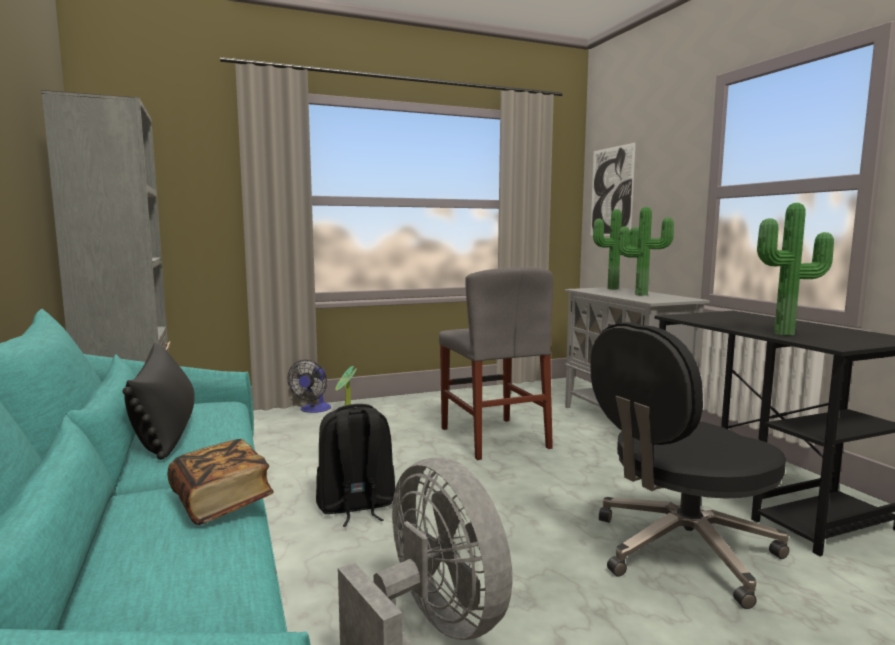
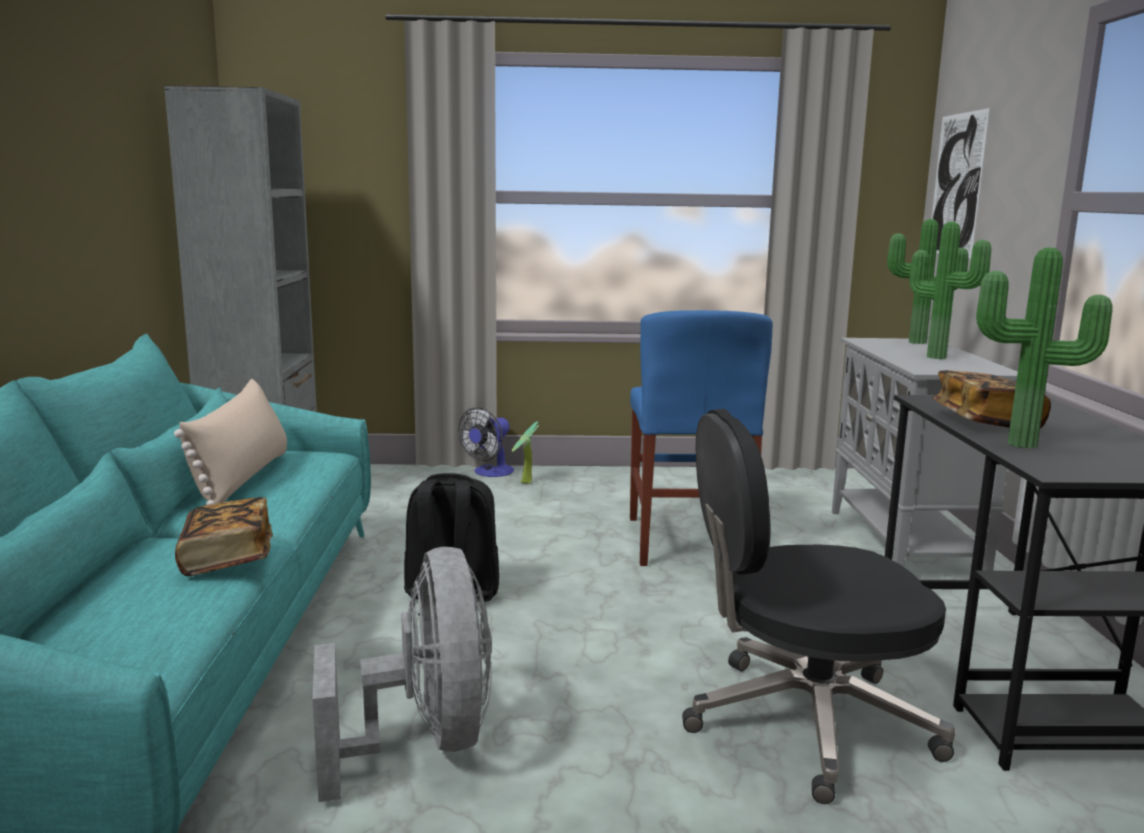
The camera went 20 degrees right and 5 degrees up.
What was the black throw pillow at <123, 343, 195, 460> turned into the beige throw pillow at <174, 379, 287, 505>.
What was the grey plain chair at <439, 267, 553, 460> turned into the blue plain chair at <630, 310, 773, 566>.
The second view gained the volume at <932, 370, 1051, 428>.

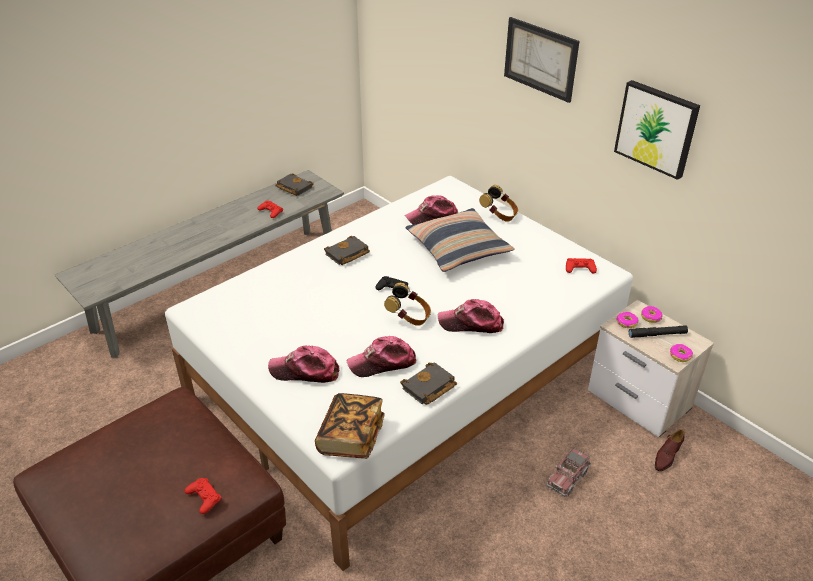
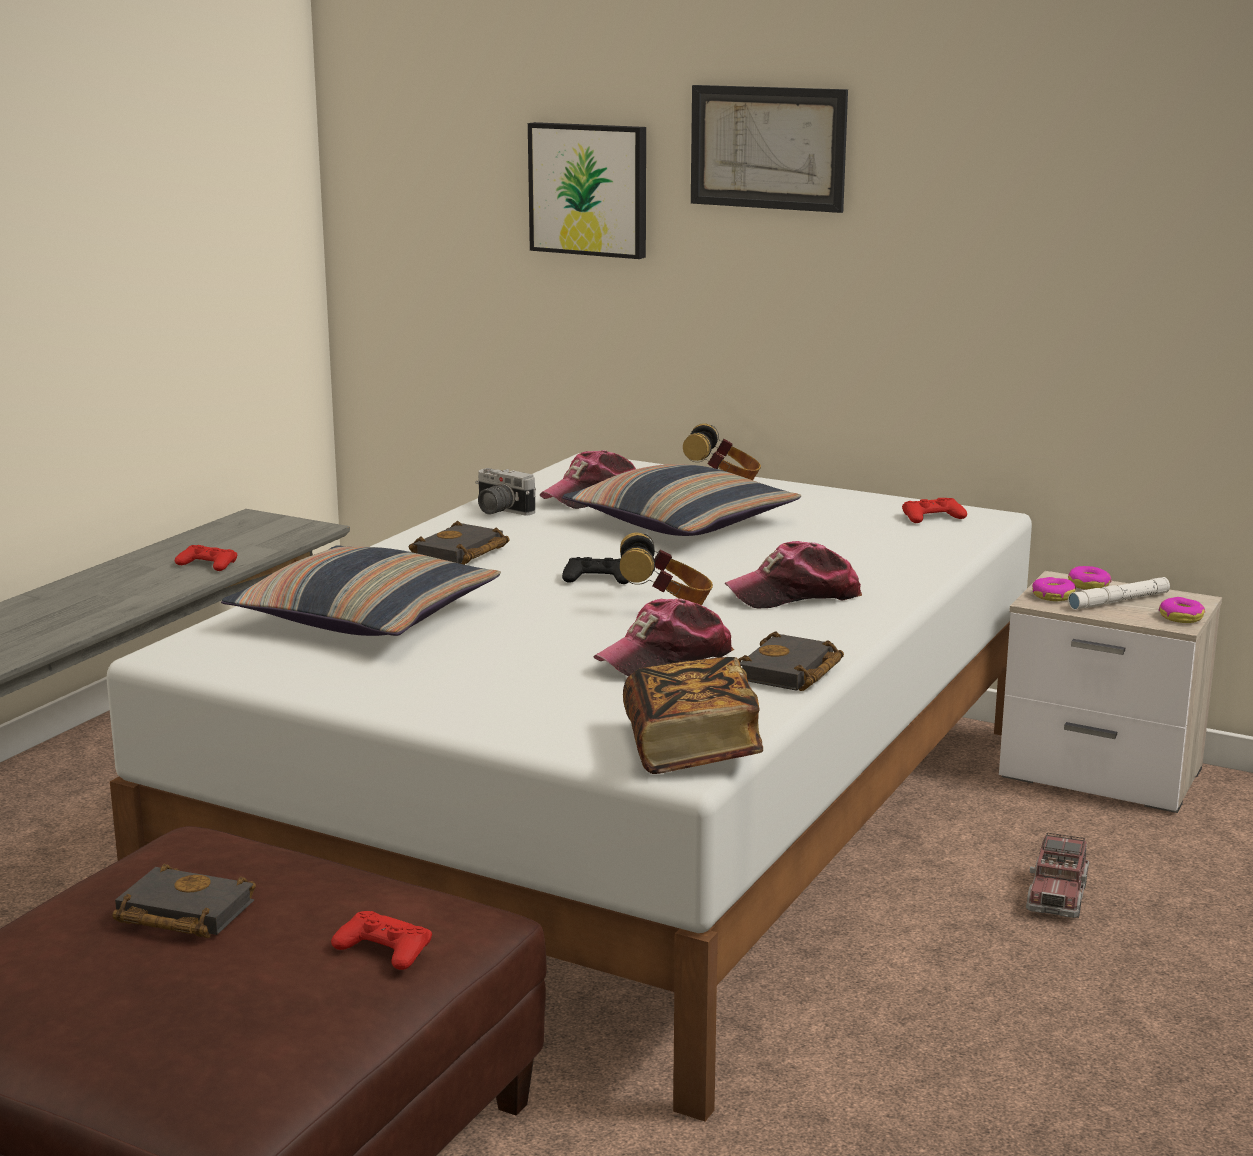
The camera went 20 degrees left and 20 degrees down.
The black volume ended up elsewhere, having gone from <275, 173, 314, 196> to <112, 864, 256, 938>.
The second view gained the throw pillow at <221, 545, 501, 636>.
The second view gained the photo camera at <475, 468, 536, 516>.
The picture ended up elsewhere, having gone from <614, 80, 700, 180> to <528, 122, 646, 259>.
What was the black hand torch at <629, 325, 688, 338> turned into the white hand torch at <1068, 577, 1170, 610>.
The second view lost the baseball cap at <268, 346, 339, 383>.
The second view lost the brown low shoe at <655, 429, 684, 471>.

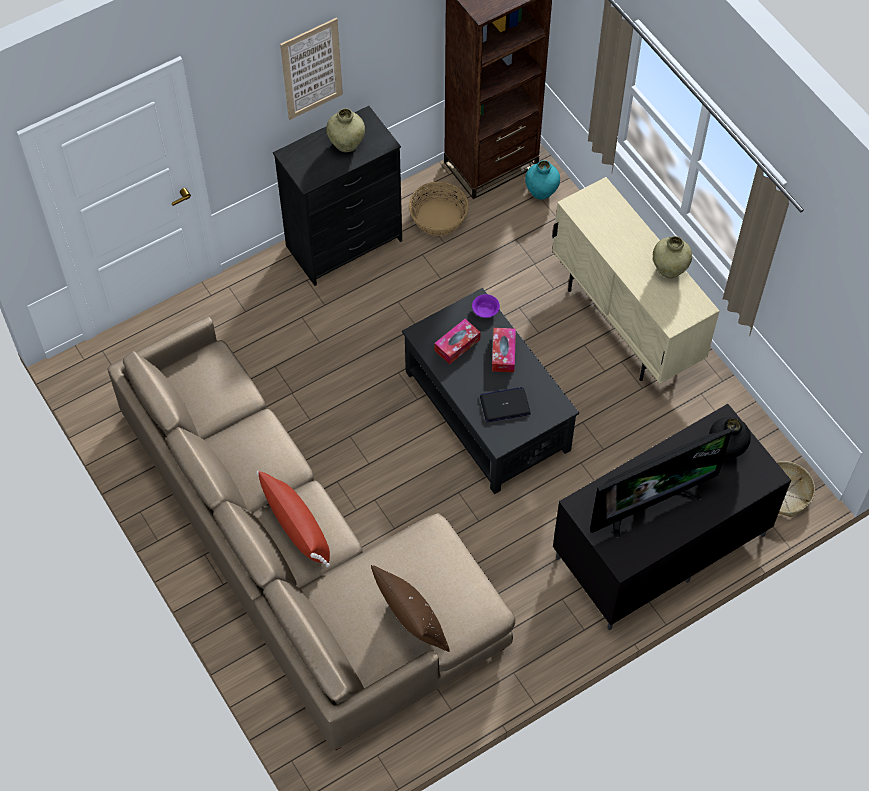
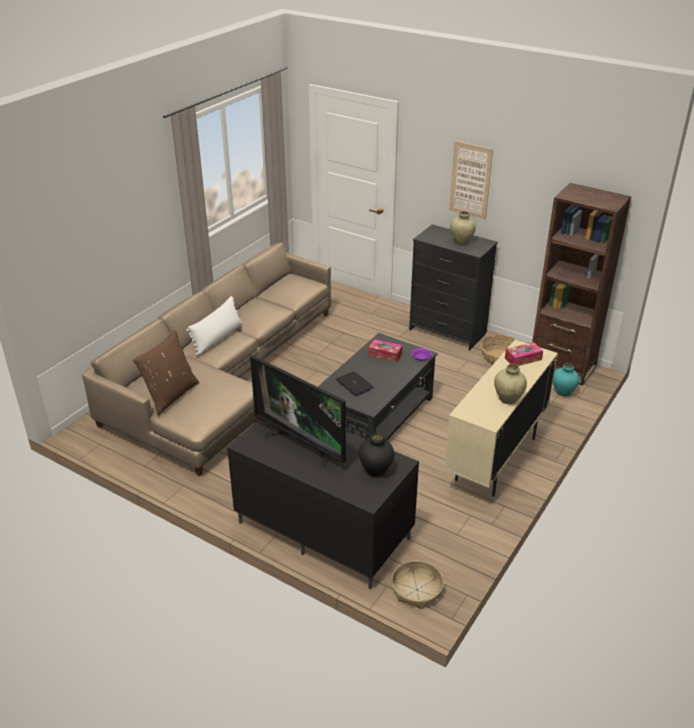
The camera went 65 degrees right and 25 degrees down.
What was the reddish throw pillow at <256, 471, 330, 567> turned into the white throw pillow at <186, 296, 242, 355>.
The tissue box ended up elsewhere, having gone from <492, 328, 516, 372> to <505, 342, 543, 366>.

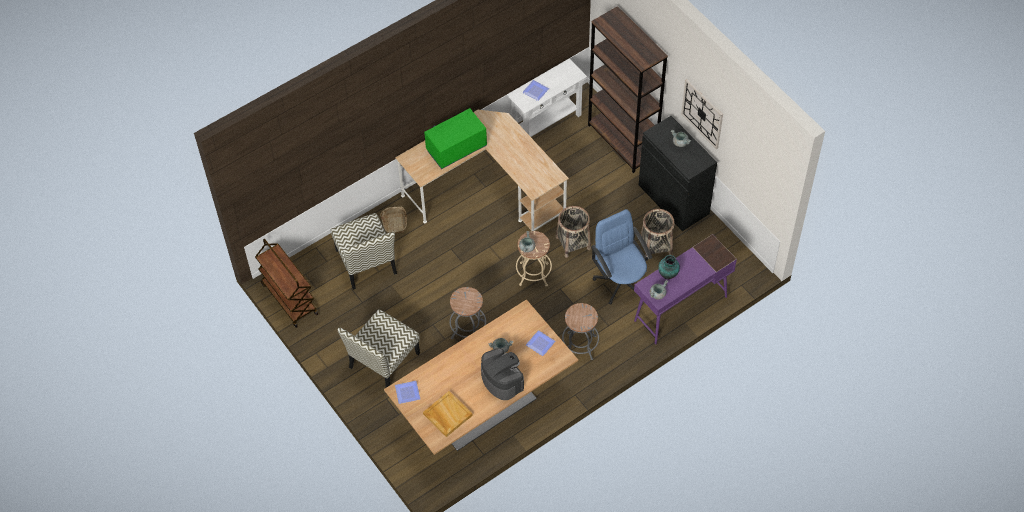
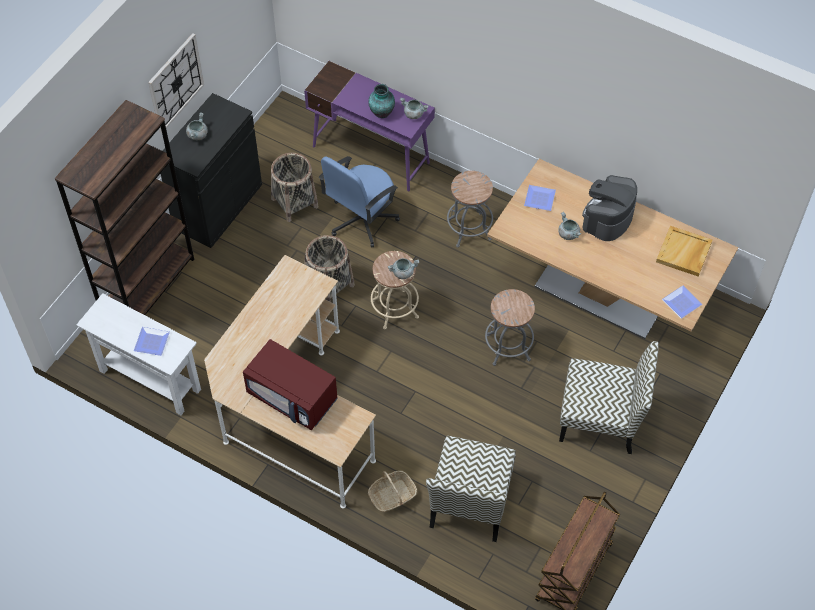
The camera went 115 degrees left and 0 degrees up.
What was the green microwave oven at <424, 108, 487, 169> turned into the reddish microwave oven at <243, 339, 338, 430>.
The plain chair at <331, 213, 397, 290> ended up facing another way, 150 degrees clockwise from before.

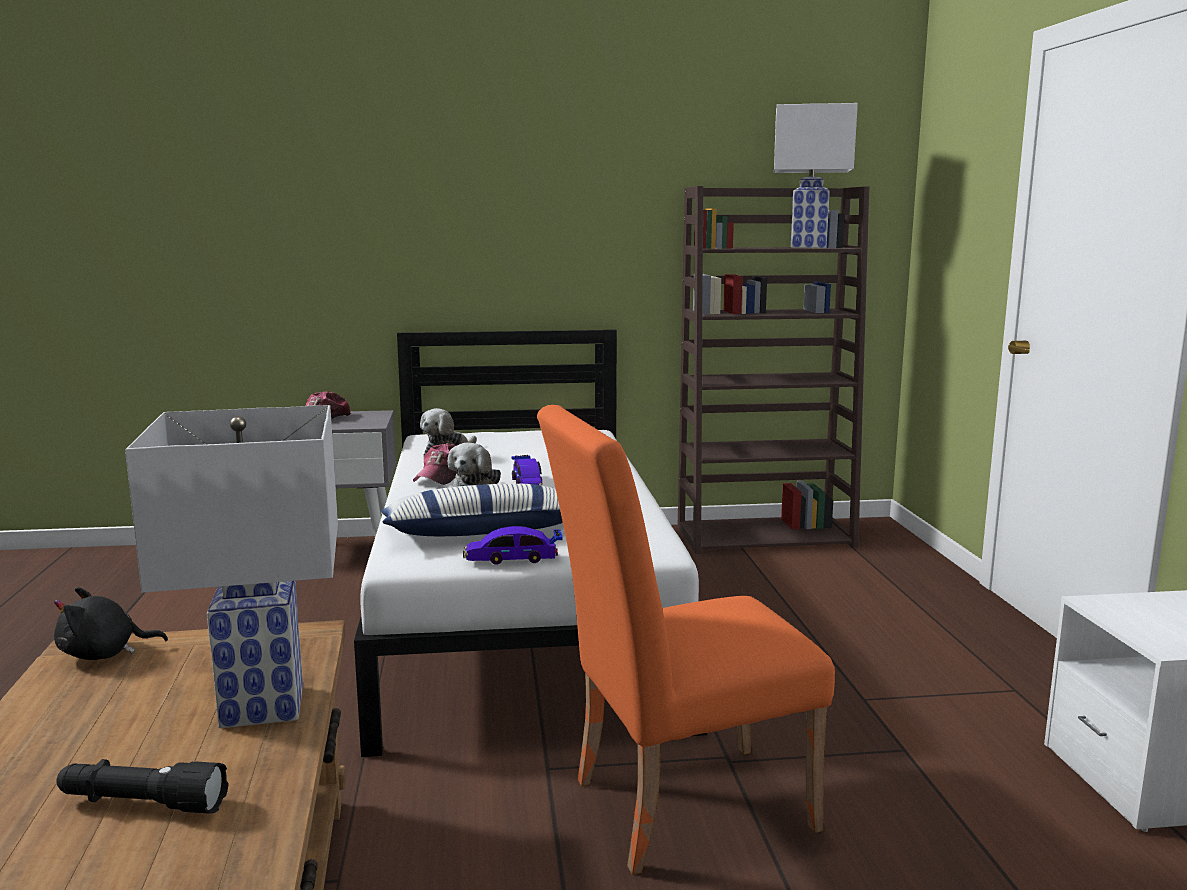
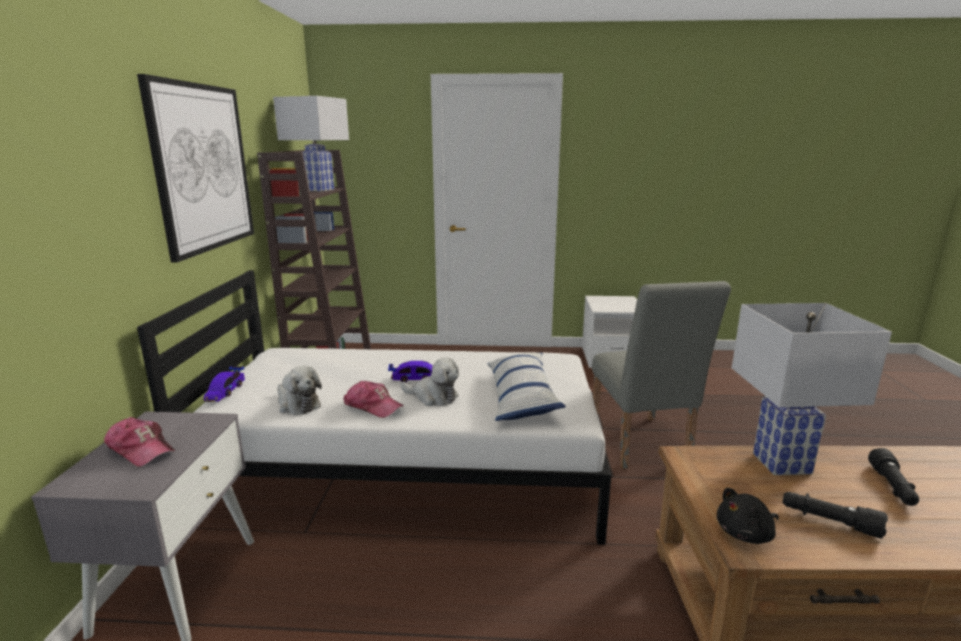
The camera went 80 degrees left and 5 degrees up.
The second view gained the picture at <137, 74, 254, 262>.
The model car ended up elsewhere, having gone from <463, 526, 563, 565> to <204, 366, 245, 402>.
What was the orangey plain chair at <537, 405, 835, 875> turned into the grey plain chair at <592, 281, 731, 469>.
The black plush toy at <54, 587, 168, 660> ended up facing another way, 75 degrees clockwise from before.
The second view gained the black hand torch at <782, 492, 888, 539>.

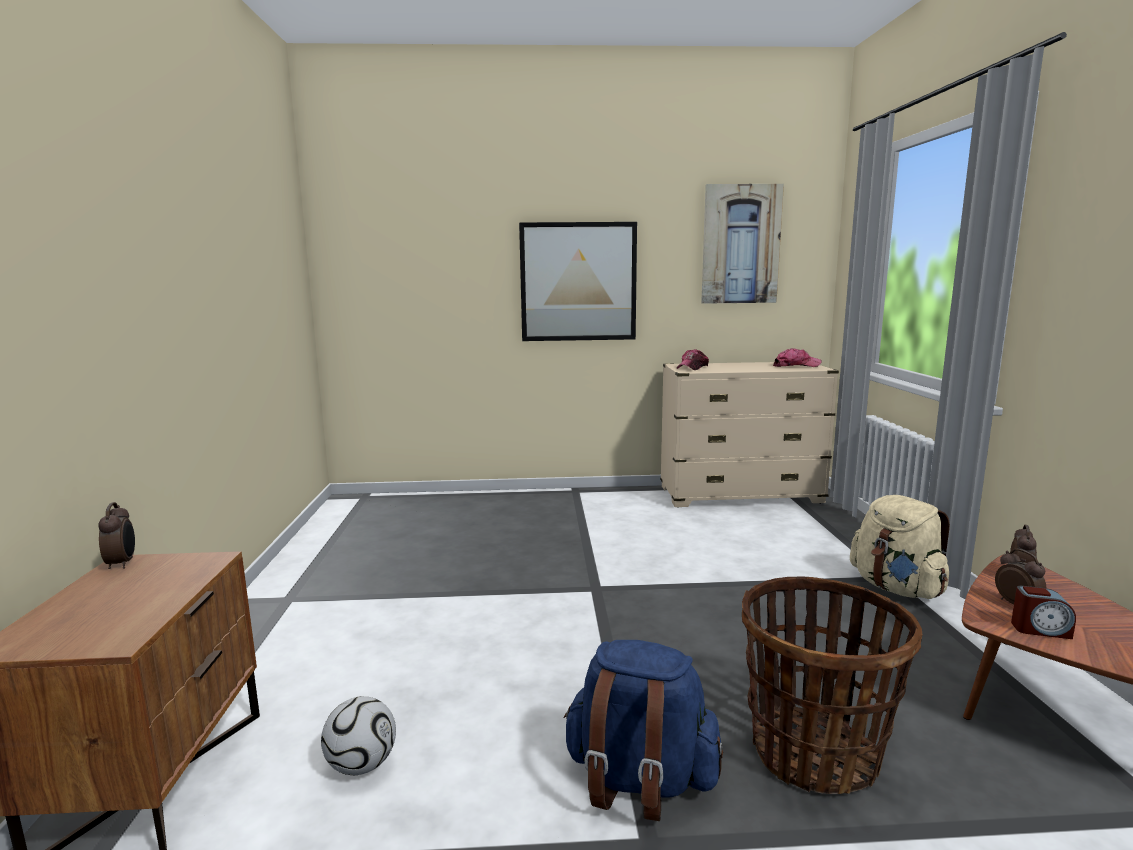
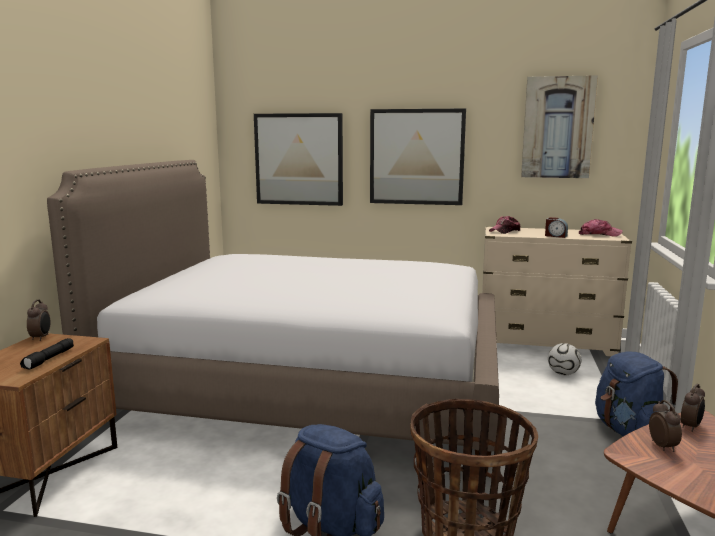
The camera went 15 degrees right and 0 degrees up.
The second view gained the black hand torch at <20, 338, 74, 370>.
The second view gained the bed at <47, 160, 499, 472>.
The second view gained the picture at <254, 113, 343, 206>.
The bedside clock ended up elsewhere, having gone from <1011, 586, 1076, 639> to <545, 217, 568, 238>.
The ball for football ended up elsewhere, having gone from <321, 696, 396, 775> to <548, 343, 581, 375>.
What was the beige rucksack at <850, 495, 950, 599> turned into the blue rucksack at <595, 352, 678, 436>.

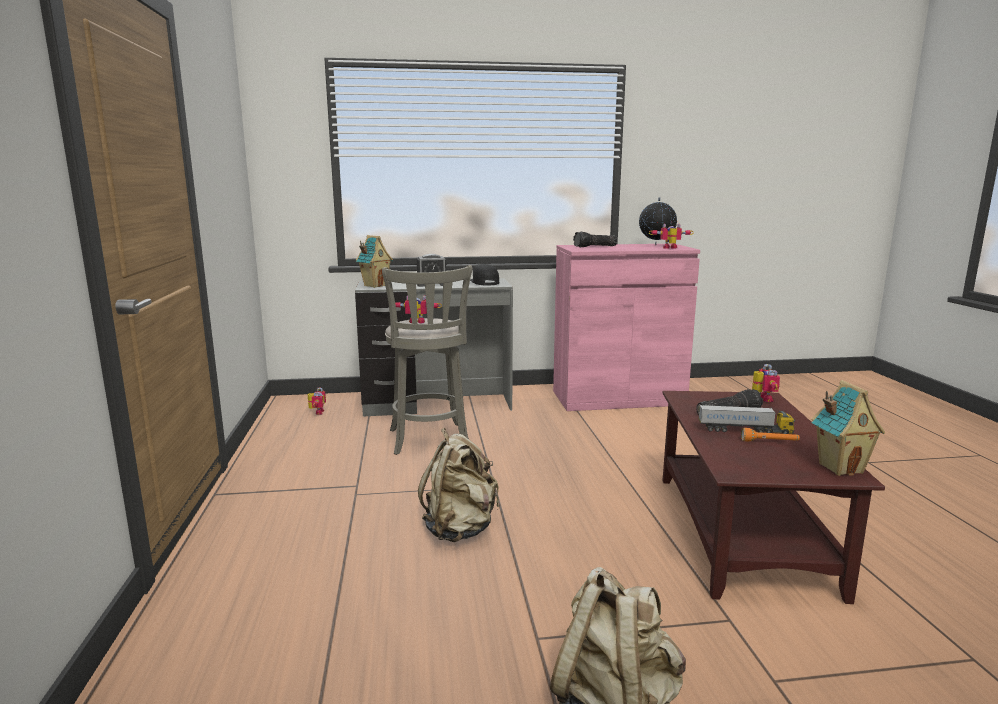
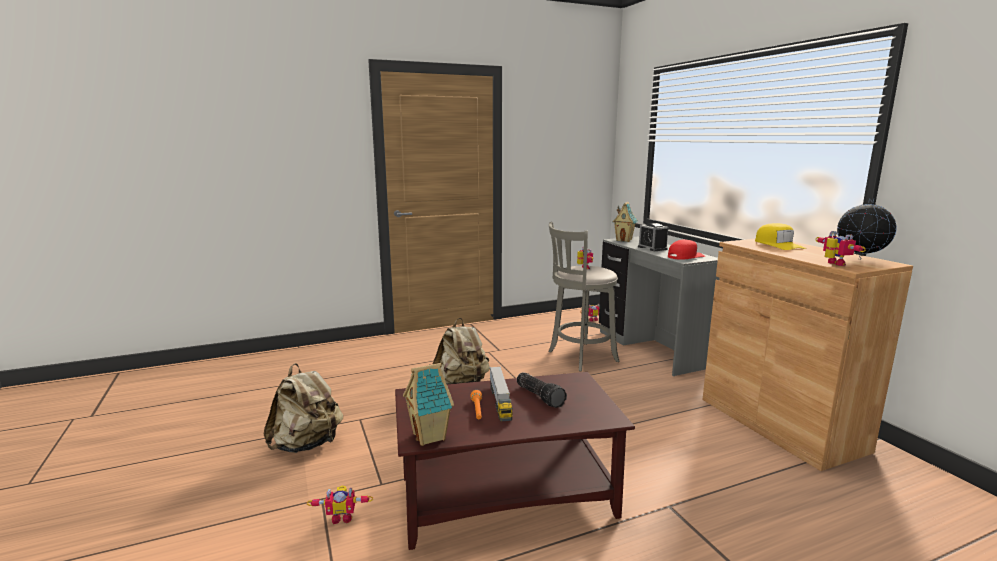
The camera went 75 degrees right and 0 degrees up.
The model robot ended up elsewhere, having gone from <752, 364, 780, 402> to <307, 485, 373, 524>.
What was the black baseball cap at <470, 264, 499, 286> turned into the reddish baseball cap at <668, 240, 706, 260>.
What was the pink cupboard at <553, 244, 700, 411> turned into the brown cupboard at <702, 239, 913, 471>.
Where the hand torch stood at <573, 232, 617, 247>, the yellow-coloured baseball cap came to stand at <755, 223, 806, 250>.

